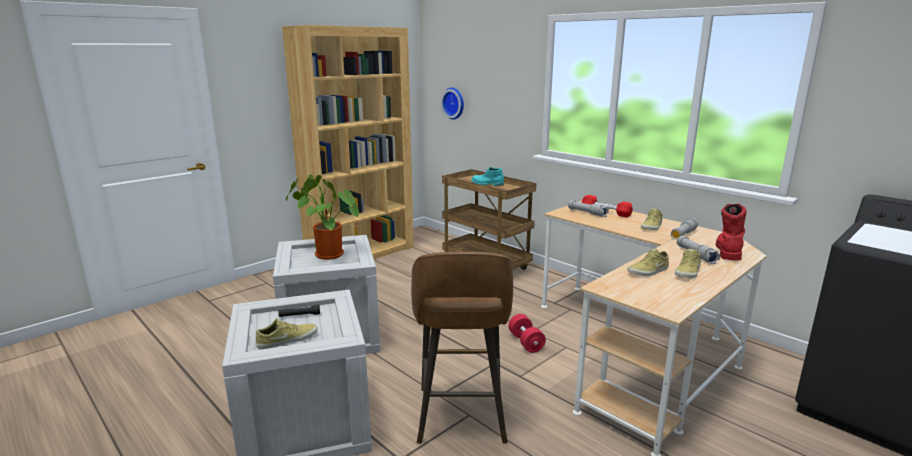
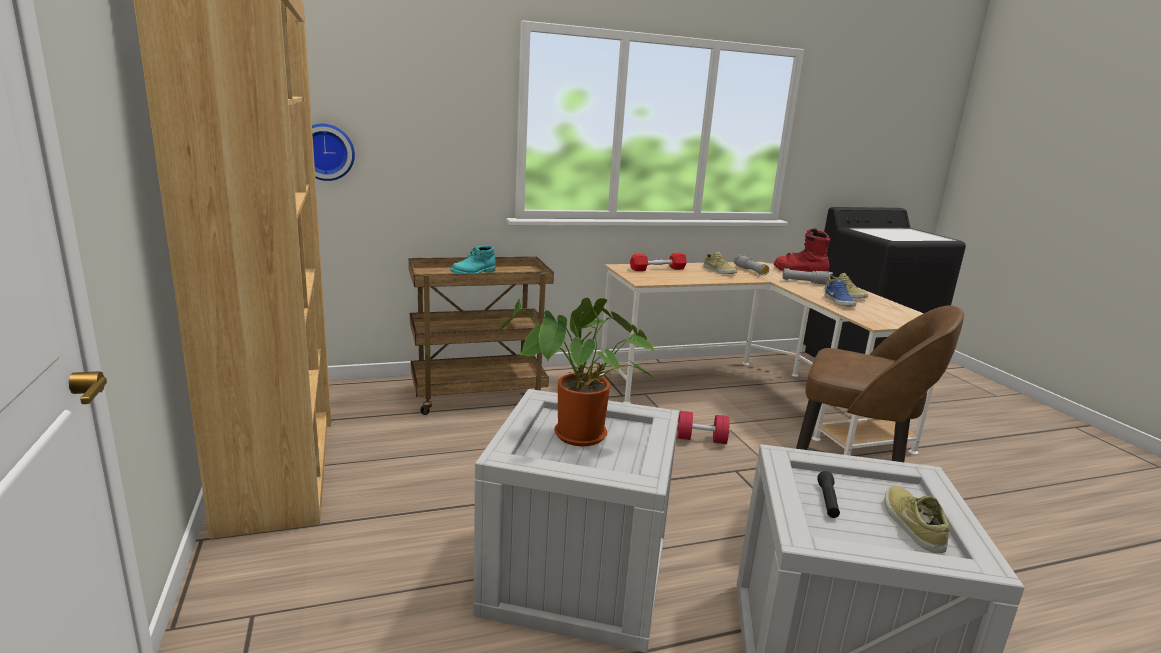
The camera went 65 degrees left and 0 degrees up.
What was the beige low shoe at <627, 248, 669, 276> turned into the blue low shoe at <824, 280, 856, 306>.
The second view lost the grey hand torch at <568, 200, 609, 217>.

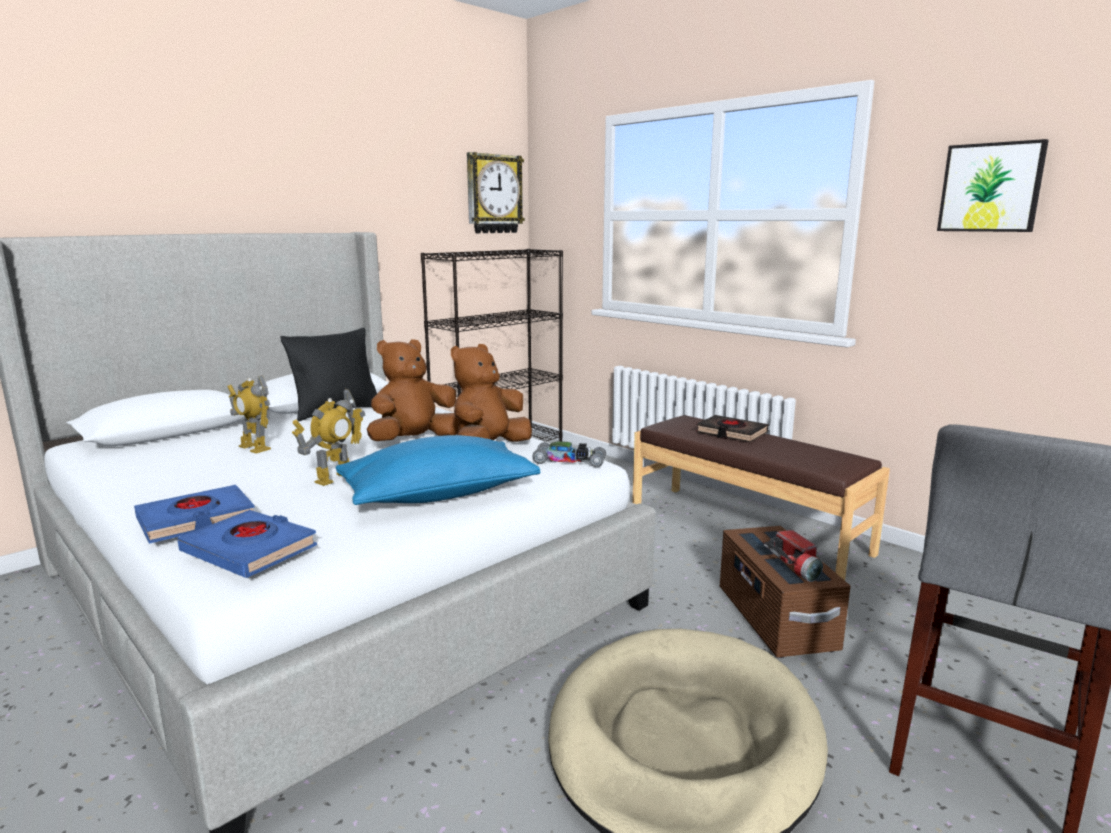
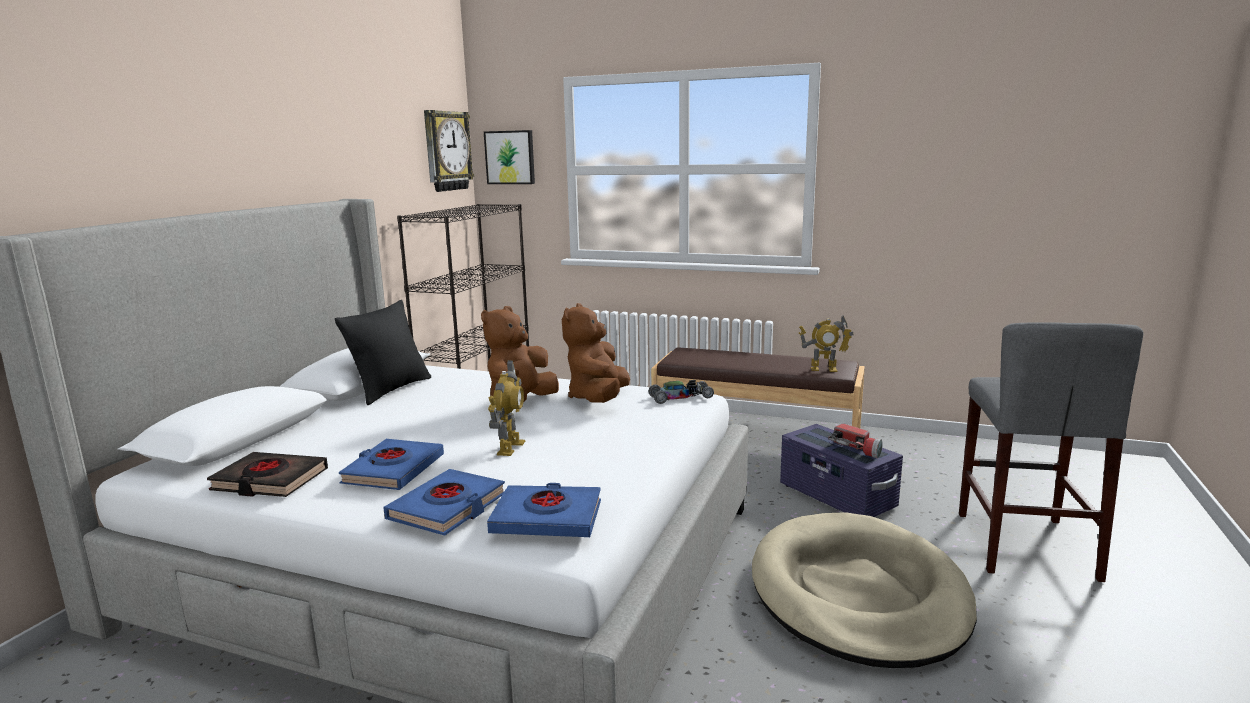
The camera went 25 degrees left and 0 degrees up.
The black volume ended up elsewhere, having gone from <696, 415, 769, 442> to <207, 452, 328, 497>.
The second view gained the blue volume at <339, 439, 444, 490>.
The picture ended up elsewhere, having gone from <937, 139, 1049, 232> to <484, 130, 535, 184>.
What was the brown storage box at <720, 526, 851, 658> turned into the purplish storage box at <780, 424, 903, 517>.
The model robot ended up elsewhere, having gone from <228, 375, 271, 453> to <799, 315, 854, 372>.
The second view lost the blue throw pillow at <335, 435, 540, 505>.

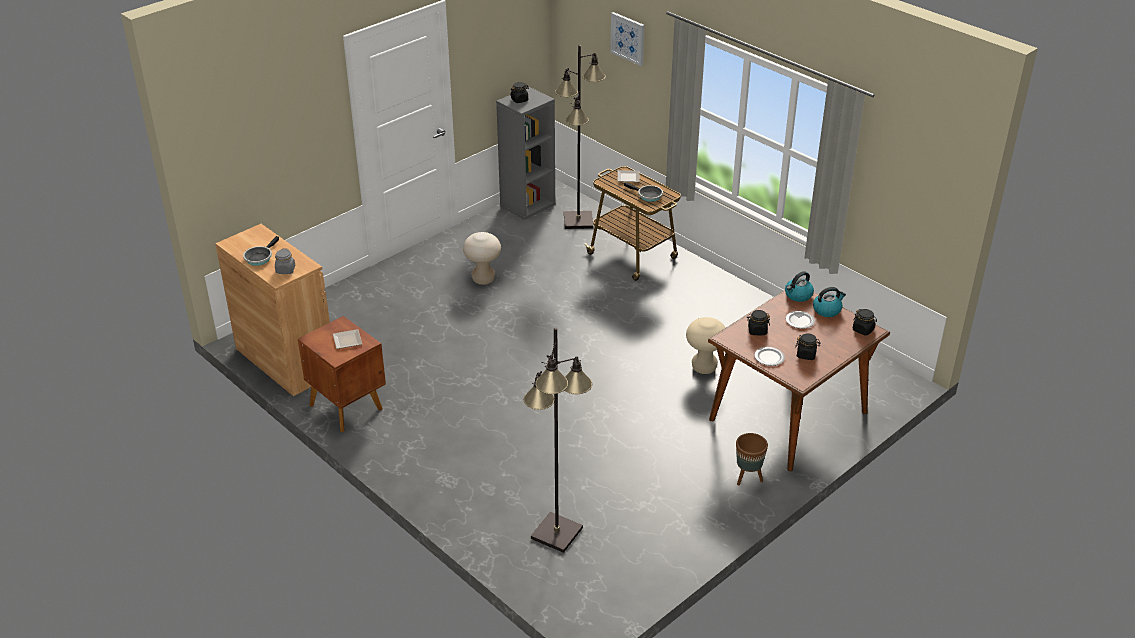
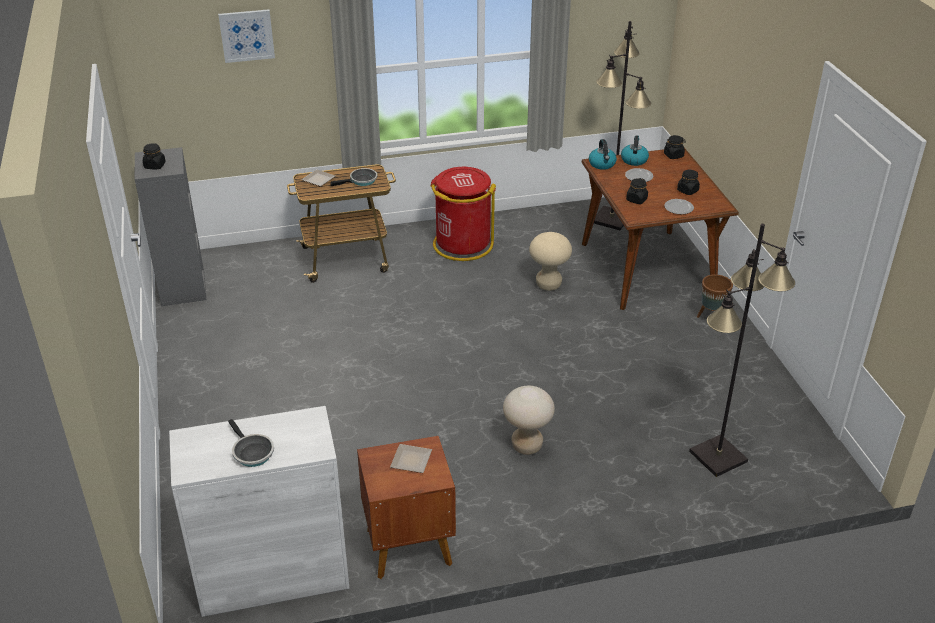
The camera went 60 degrees left and 0 degrees up.
What was the brown cupboard at <215, 224, 330, 396> turned into the white cupboard at <169, 406, 349, 617>.
The second view gained the reddish waste bin at <430, 167, 496, 261>.
The beige sitting stool ended up elsewhere, having gone from <463, 232, 501, 285> to <503, 386, 555, 455>.
The black standard lamp ended up elsewhere, having gone from <555, 45, 606, 229> to <594, 21, 651, 230>.
The second view lost the grey storage jar at <275, 249, 295, 274>.

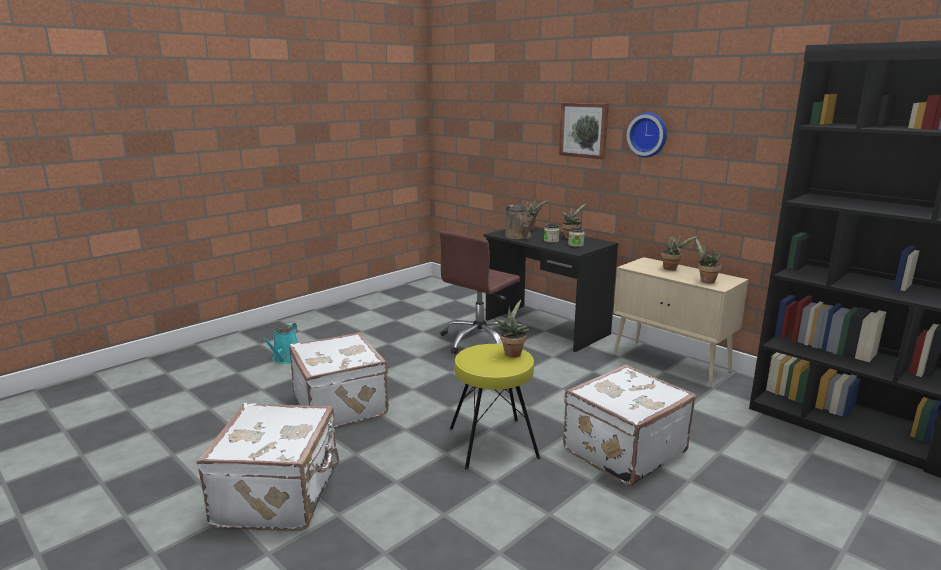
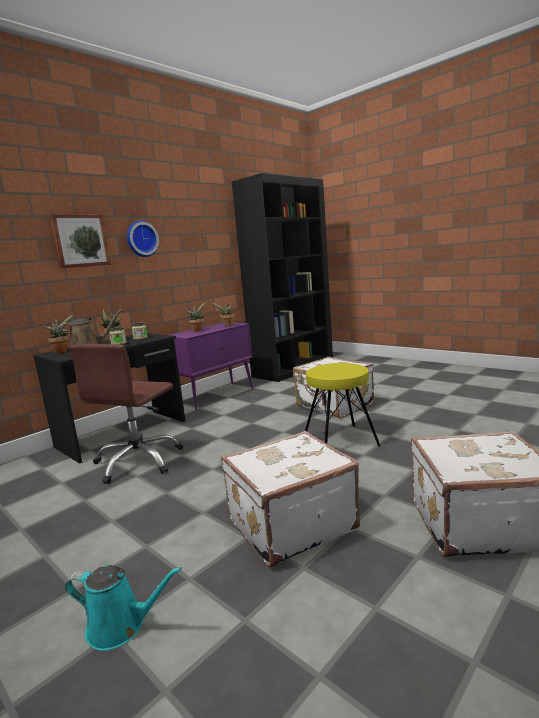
The camera went 90 degrees left and 5 degrees down.
The brown office chair at <440, 231, 520, 354> ended up facing another way, 75 degrees clockwise from before.
What was the beige cupboard at <613, 257, 749, 388> turned into the purplish cupboard at <170, 323, 253, 410>.
The second view lost the plant in a pot at <494, 300, 529, 358>.

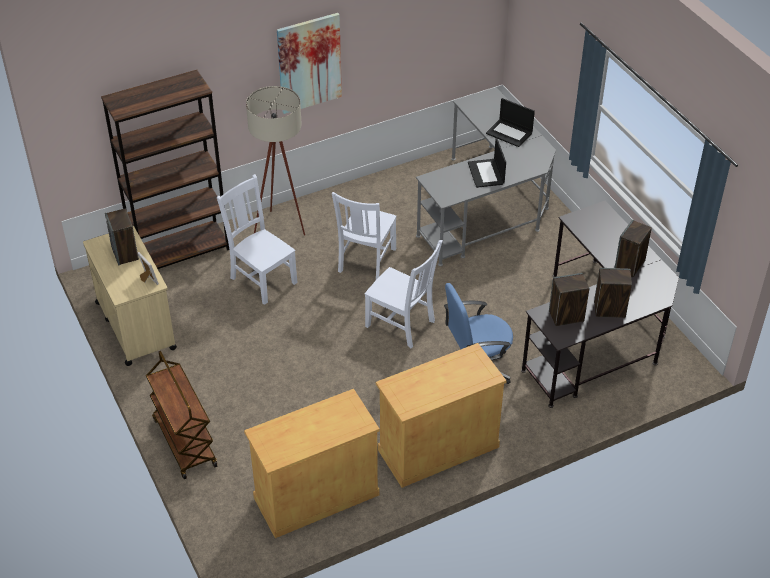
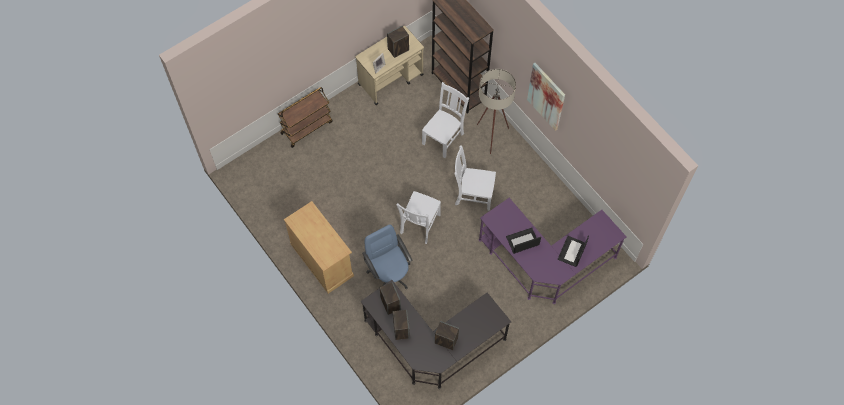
The camera went 80 degrees right and 20 degrees up.
What was the grey desk table at <416, 87, 556, 266> turned into the purplish desk table at <479, 198, 626, 304>.
The second view lost the beige cupboard at <244, 389, 380, 538>.

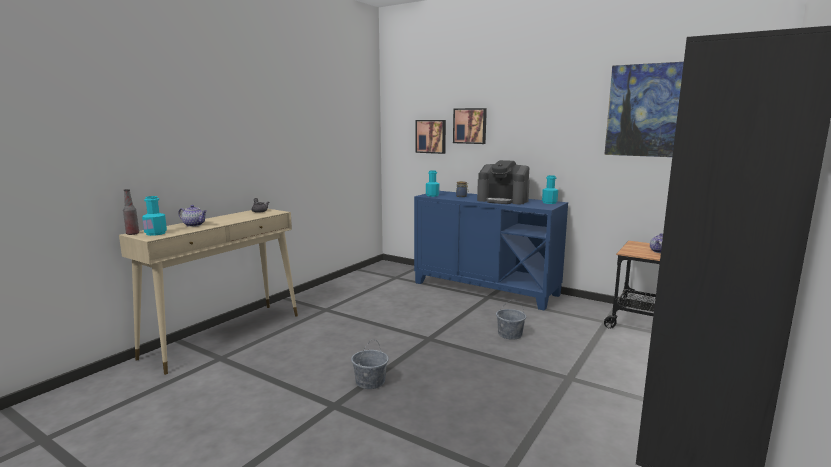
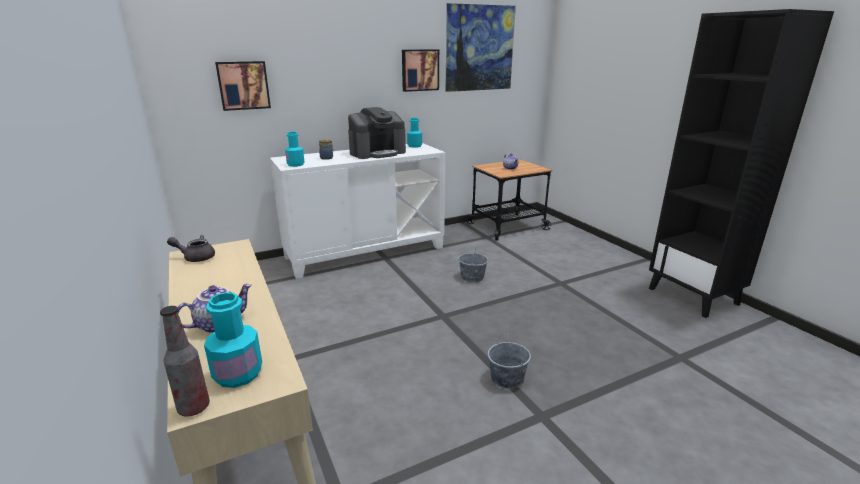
The camera went 60 degrees left and 10 degrees up.
What was the blue cupboard at <414, 191, 568, 311> turned into the white cupboard at <270, 143, 445, 279>.
The picture ended up elsewhere, having gone from <453, 108, 487, 144> to <402, 49, 439, 92>.

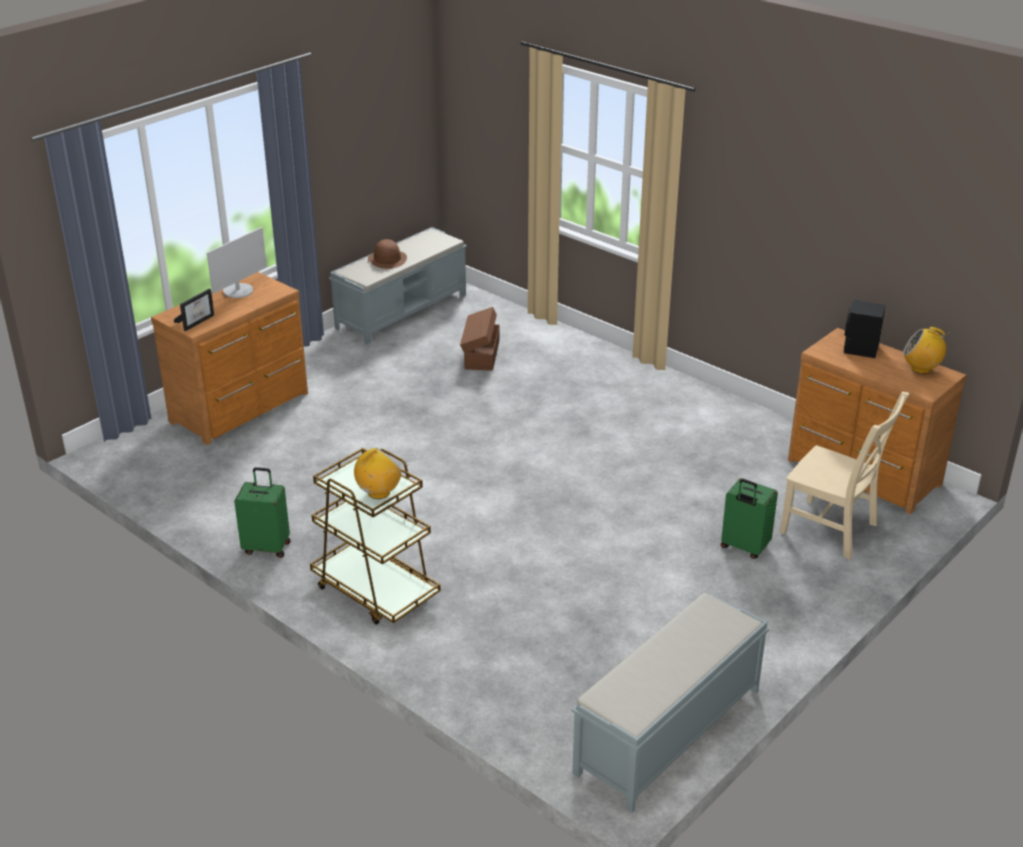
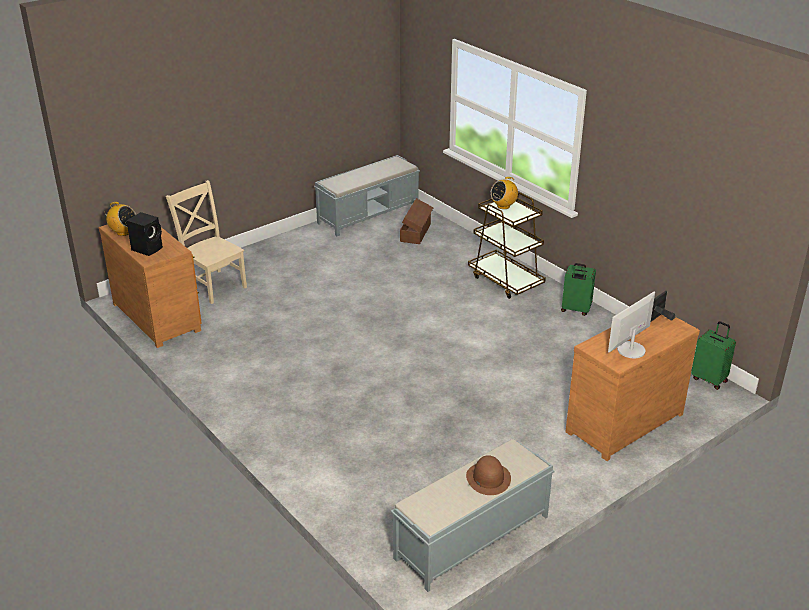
The camera went 170 degrees left and 0 degrees up.
The brown storage box ended up elsewhere, having gone from <460, 307, 499, 371> to <400, 198, 433, 244>.
The green suitcase ended up elsewhere, having gone from <721, 478, 778, 559> to <691, 321, 736, 390>.

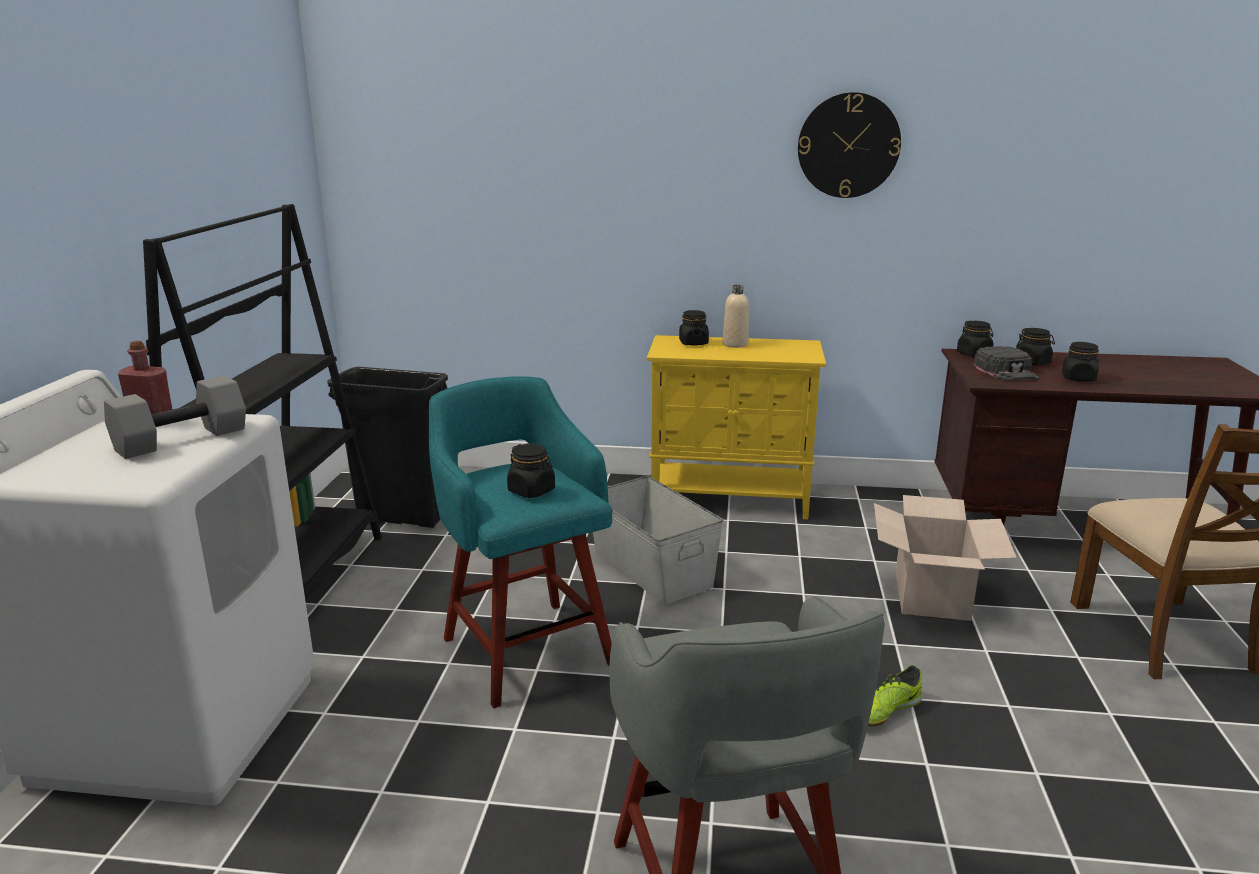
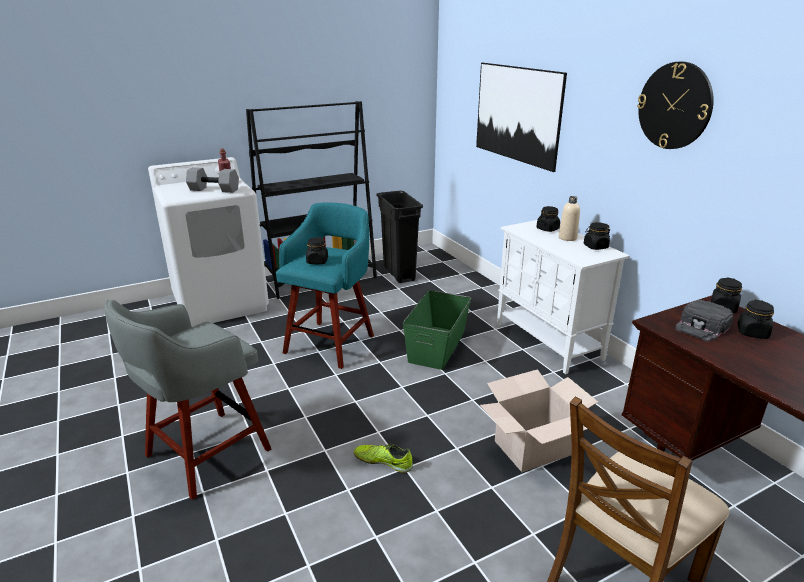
The camera went 55 degrees right and 5 degrees up.
What was the grey storage box at <593, 476, 723, 605> turned into the green storage box at <403, 290, 471, 370>.
The second view gained the picture at <476, 63, 567, 172>.
What was the yellow-coloured cupboard at <647, 335, 826, 520> turned into the white cupboard at <497, 220, 630, 374>.
The black storage jar ended up elsewhere, having gone from <1062, 342, 1099, 382> to <584, 222, 610, 250>.

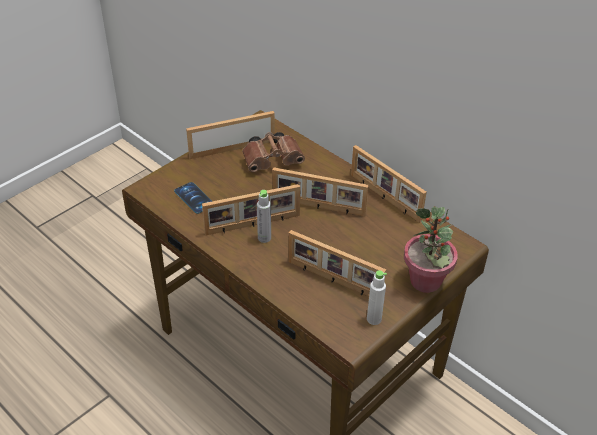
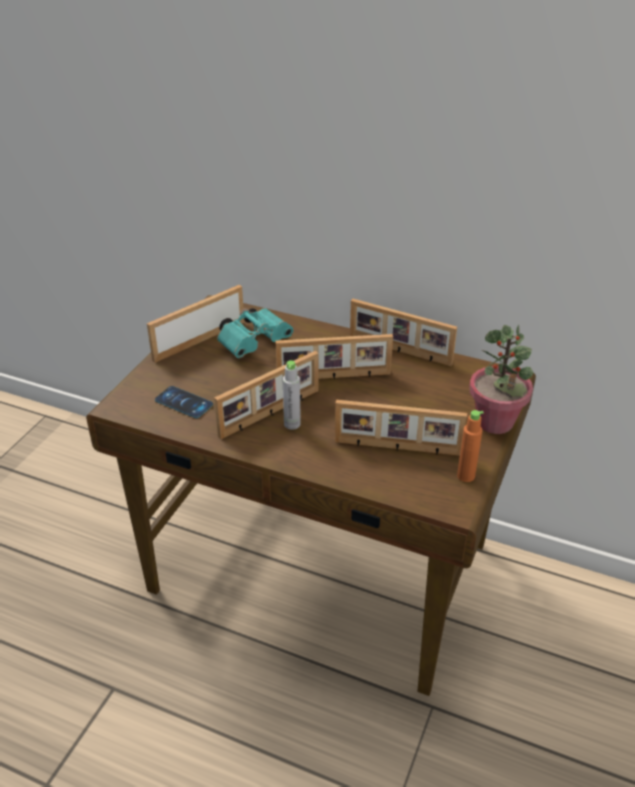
The camera went 20 degrees left and 5 degrees down.
What was the brown pair of binoculars at <242, 132, 305, 172> turned into the blue-green pair of binoculars at <217, 308, 293, 358>.
What was the white drink bottle at <367, 270, 387, 325> turned into the orangey drink bottle at <457, 410, 484, 482>.

